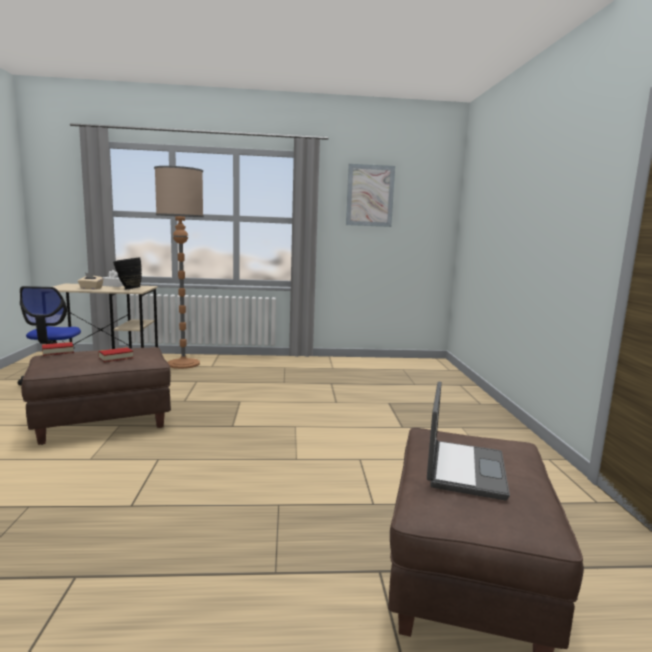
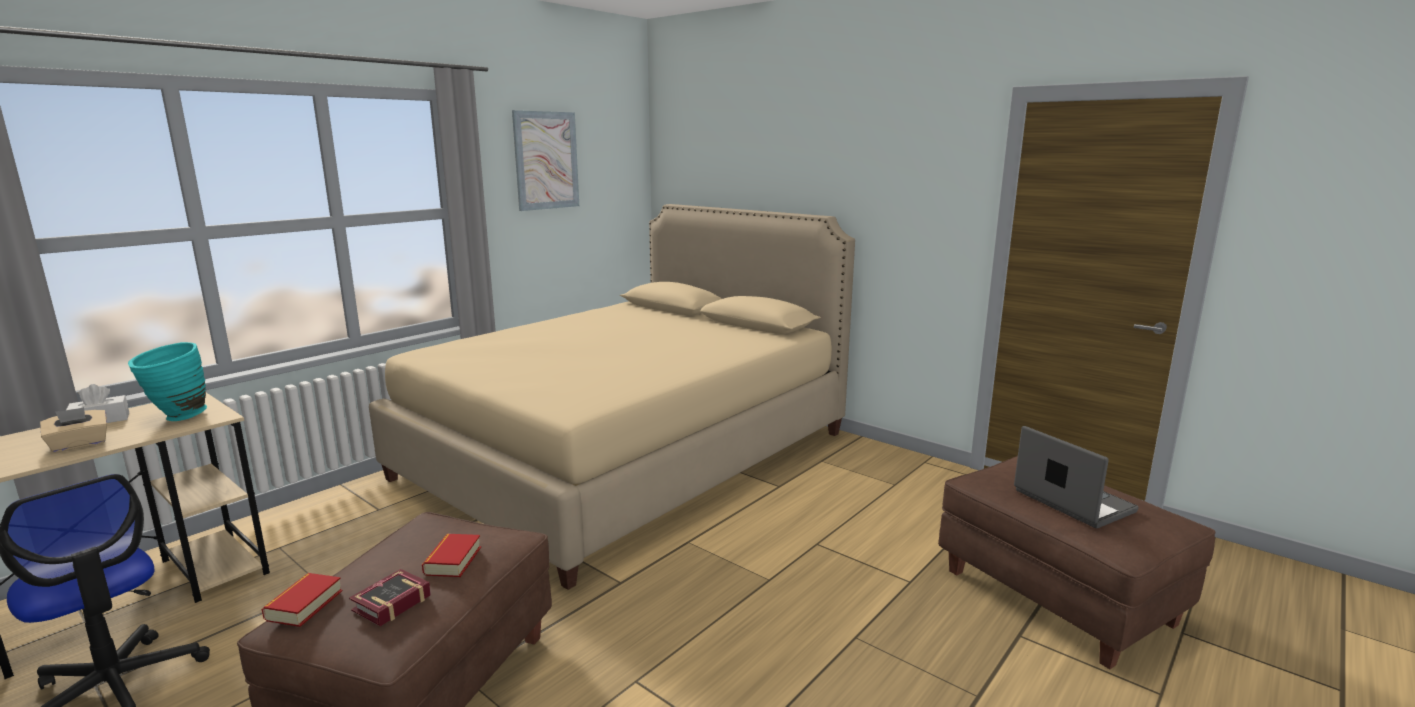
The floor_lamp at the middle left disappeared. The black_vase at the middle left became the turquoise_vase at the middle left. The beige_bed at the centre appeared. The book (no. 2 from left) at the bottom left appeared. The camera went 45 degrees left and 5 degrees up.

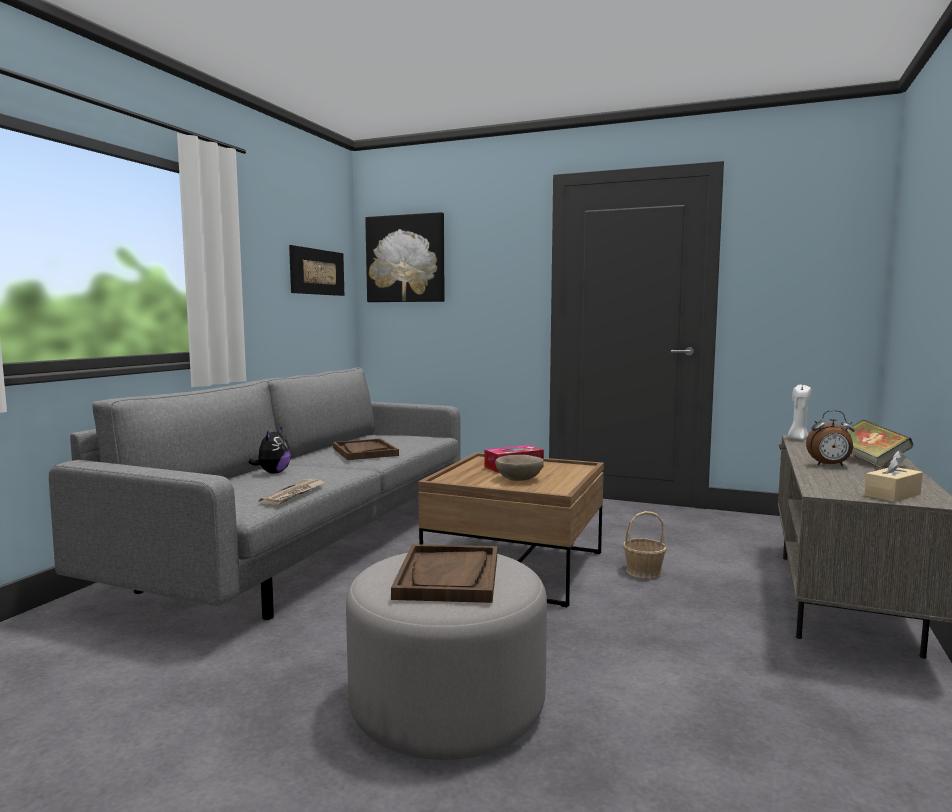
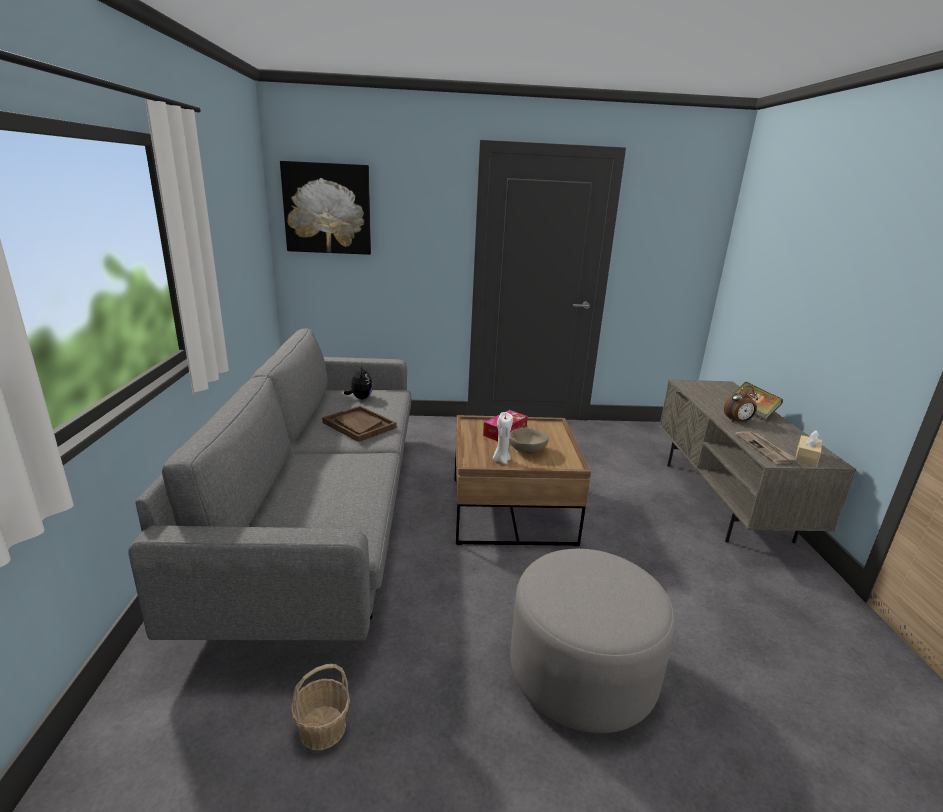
The picture (no. 1 from left) at the top left disappeared. The white_candle moved from the middle right to the centre. The plush_toy moved from the middle left to the centre. The newspaper moved from the middle left to the middle right. The basket moved from the bottom right to the bottom centre. The brown_tray (no. 2 from left) at the bottom centre disappeared. The camera went 25 degrees left and 15 degrees up.

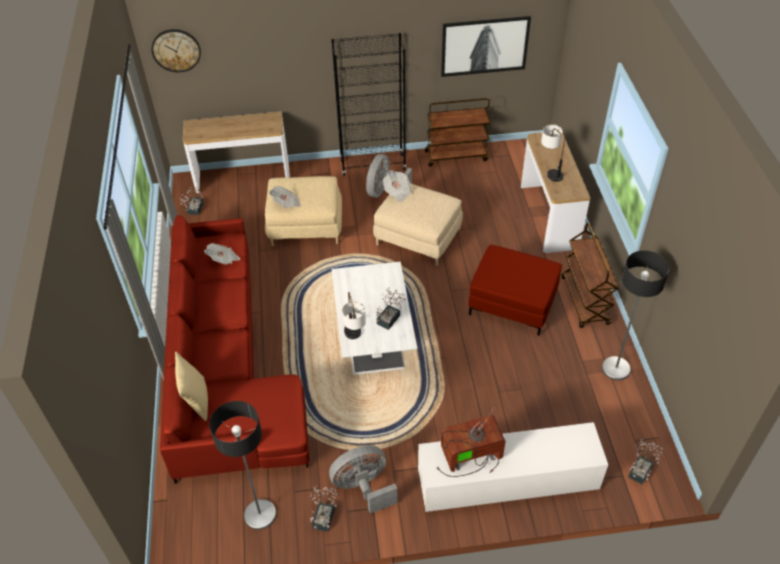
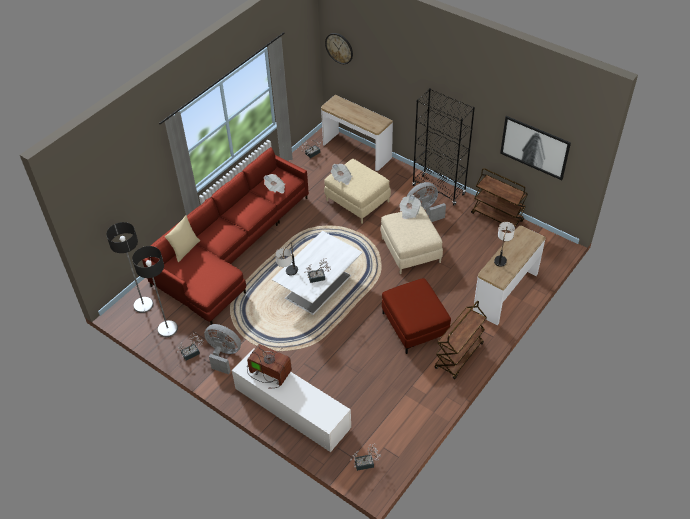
The floor_lamp (no. 2 from left in the first image) moved from the middle right to the middle left. The camera went 45 degrees right and 0 degrees up.

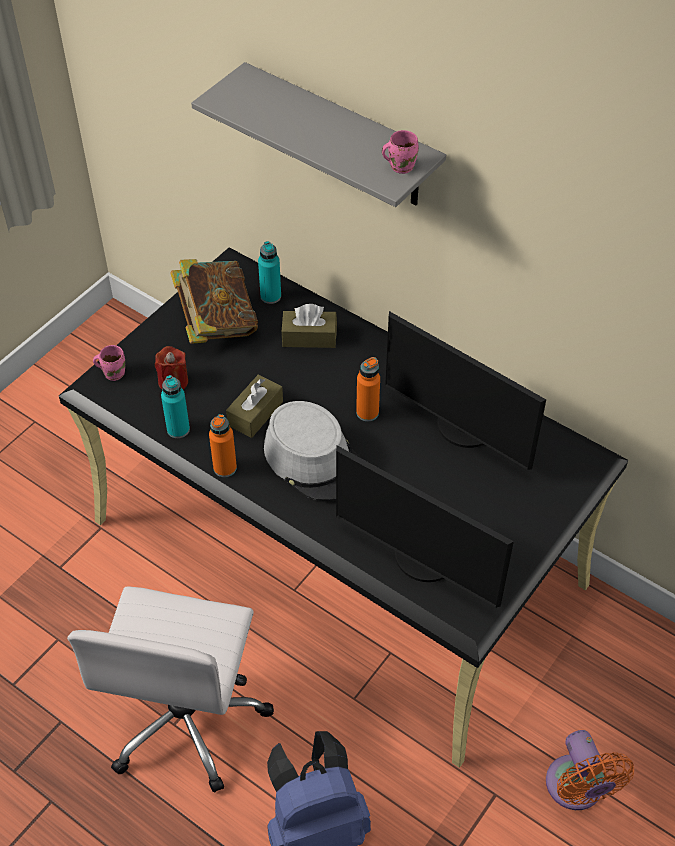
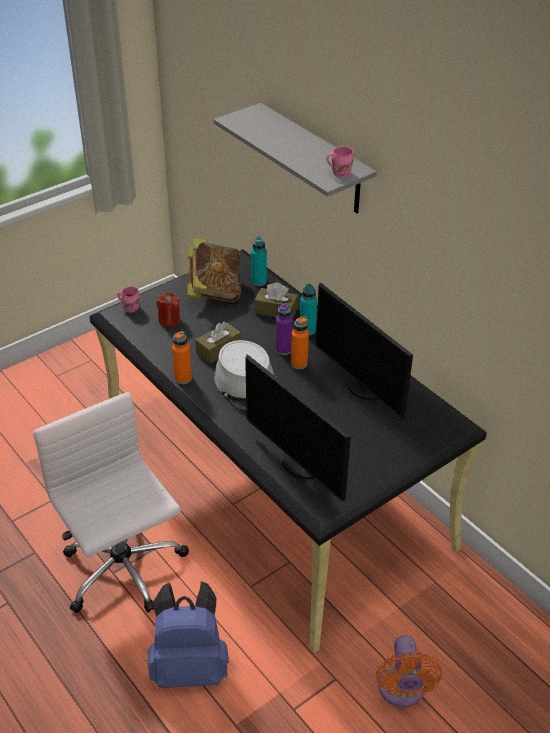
The turquoise_bottle (no. 1 from left in the first image) moved from the middle left to the centre. The white_office_chair at the bottom left turned 120 degrees clockwise. The purple_bottle at the centre appeared. The camera went 15 degrees right and 10 degrees down.

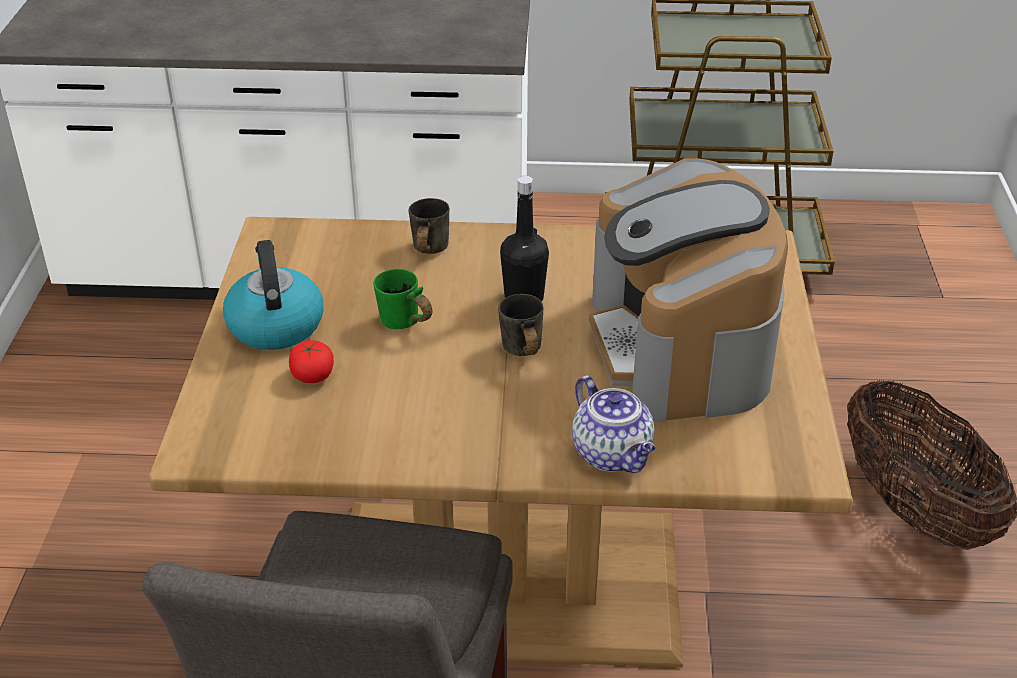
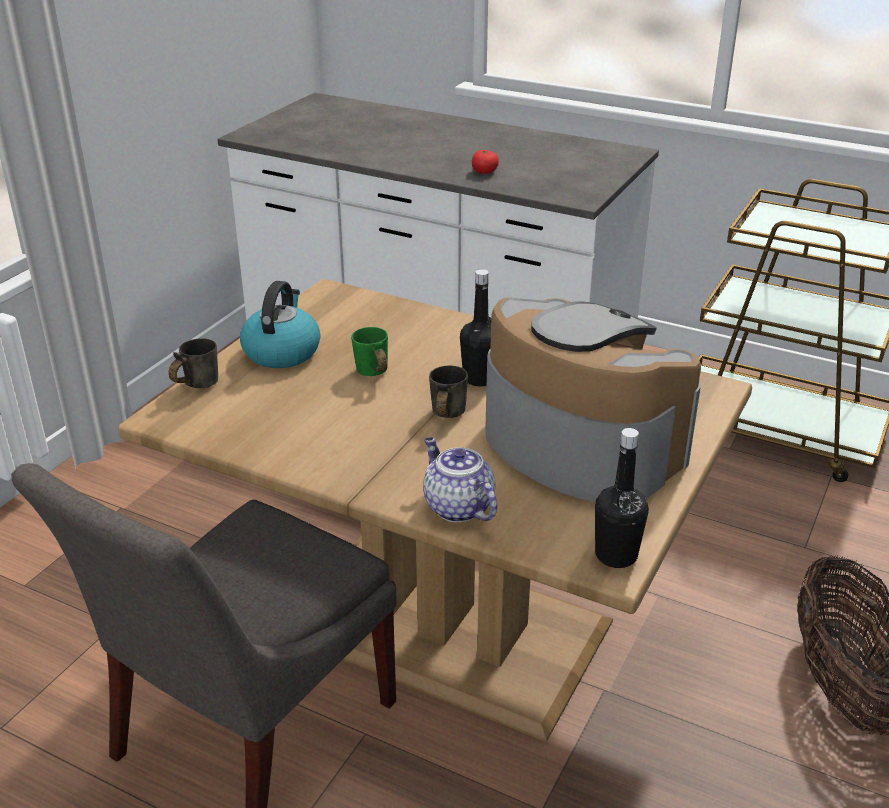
The coffee_machine at the middle right turned 120 degrees clockwise. The grey_mug (no. 1 from left) moved from the centre to the middle left. The tomato moved from the middle left to the top centre. The teapot at the centre turned 150 degrees clockwise. The black_bottle (no. 2 from left) at the middle right appeared. The camera went 25 degrees right and 5 degrees down.

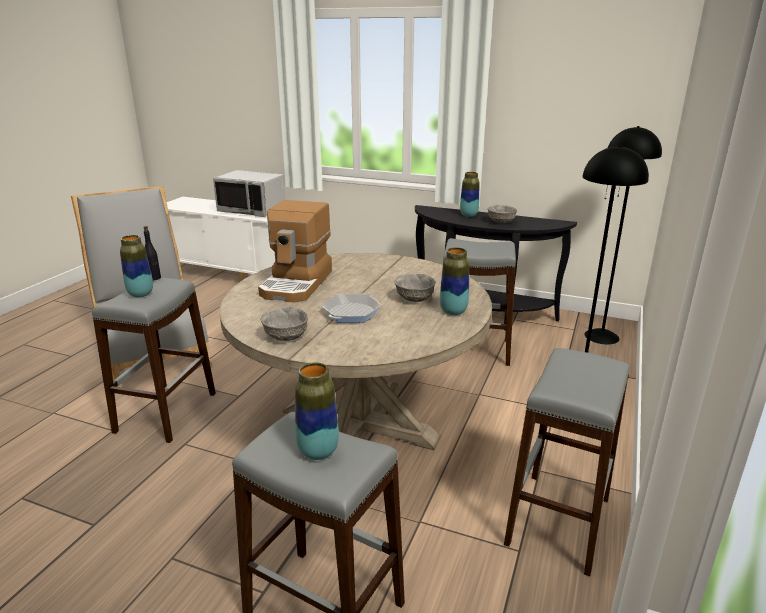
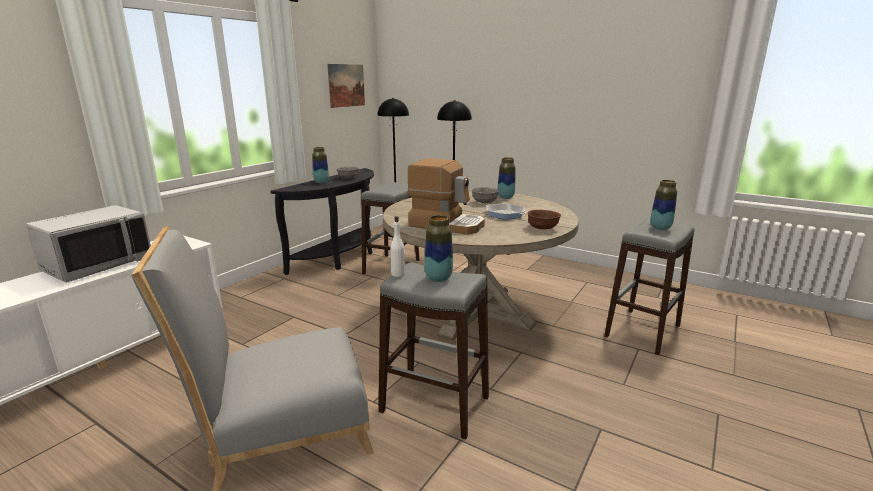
The black_bottle at the middle left became the white_bottle at the centre. The grey_bowl (no. 1 from left) at the centre became the brown_bowl at the centre. The grey_stool (no. 4 from left) at the bottom right disappeared. The picture at the top centre appeared. The camera went 80 degrees left and 5 degrees down.

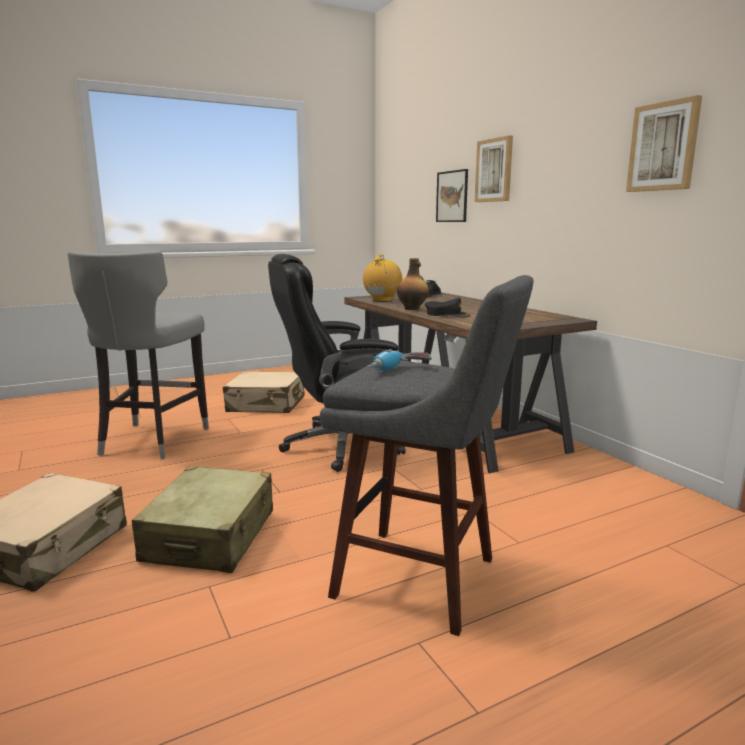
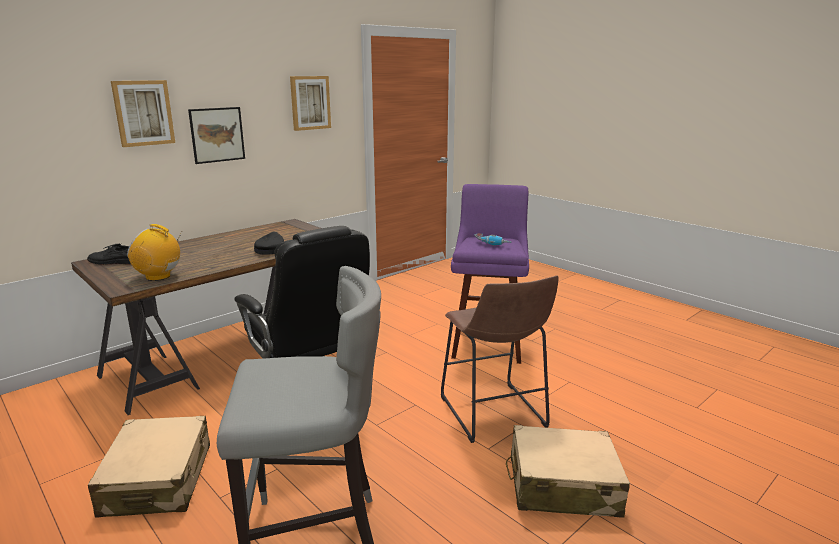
The picture (no. 1 from left in the first image) moved from the top centre to the top left. The bottle at the centre disappeared. The grey_stool (no. 2 from left) at the centre became the purple_stool at the centre. The beige_suitcase (no. 2 from left) at the bottom left was replaced by the brown_stool at the centre. The camera went 105 degrees left and 5 degrees up.

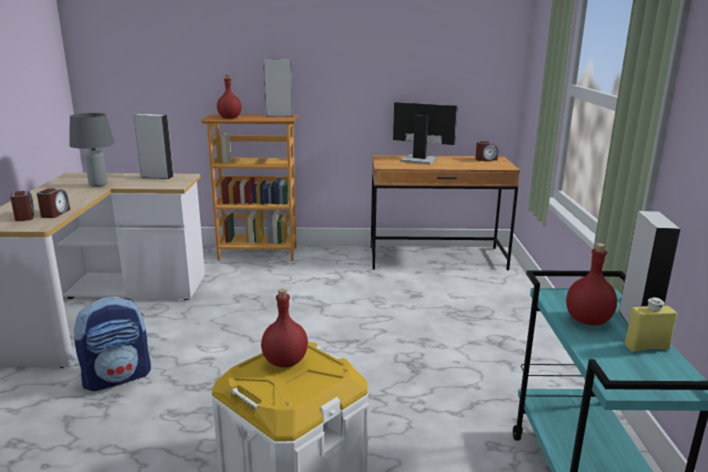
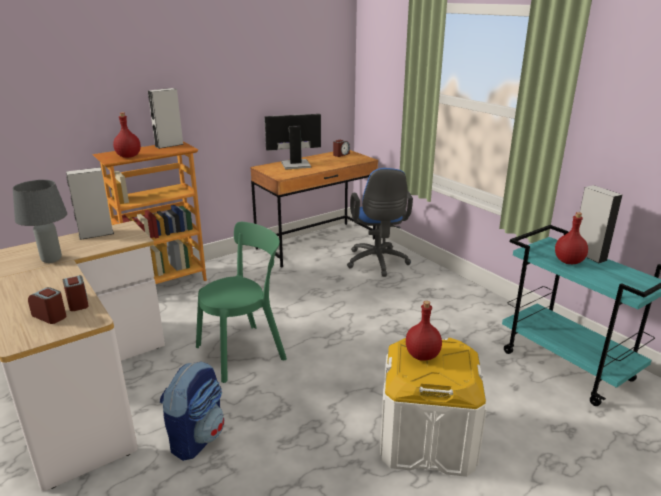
The yellow_bottle at the bottom right disappeared. The blue_office_chair at the centre appeared. The green_chair at the centre appeared. The camera went 35 degrees left and 5 degrees up.

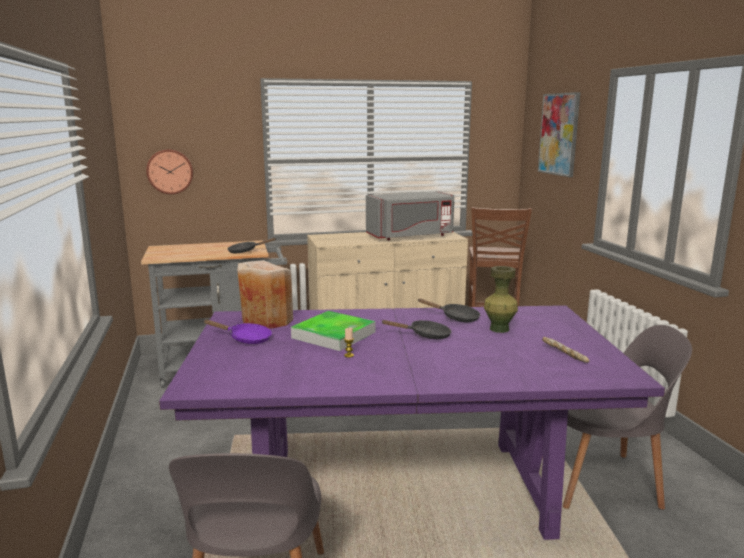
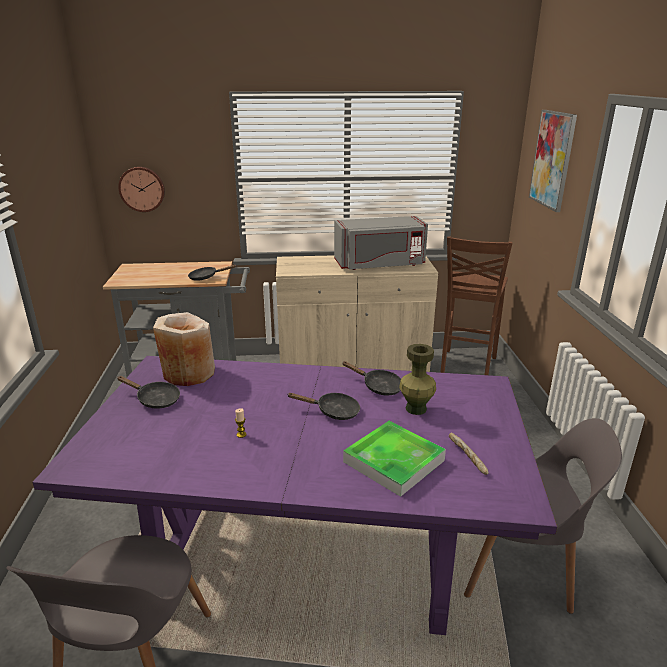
The tray moved from the centre to the bottom centre. The purple_frying_pan at the middle left became the black_frying_pan (no. 1 from left) at the middle left. The camera went 10 degrees right and 10 degrees up.

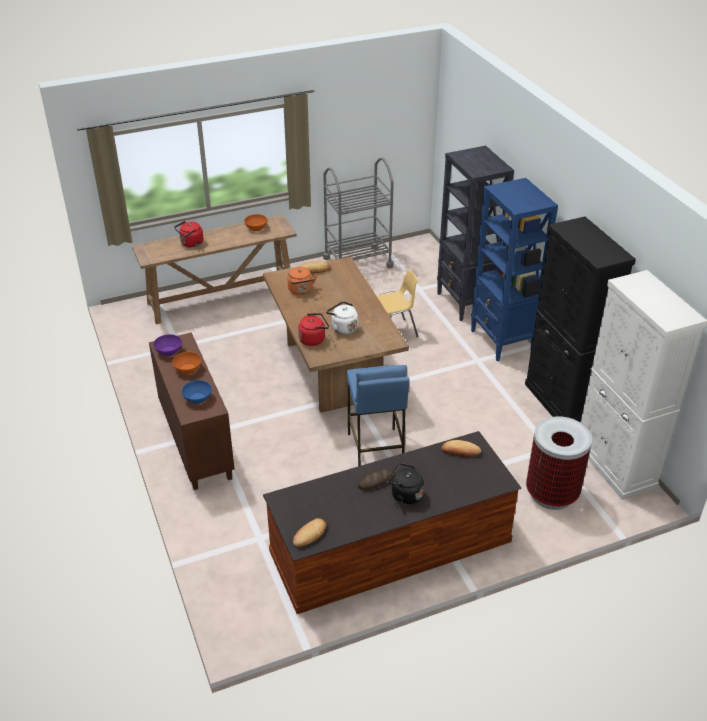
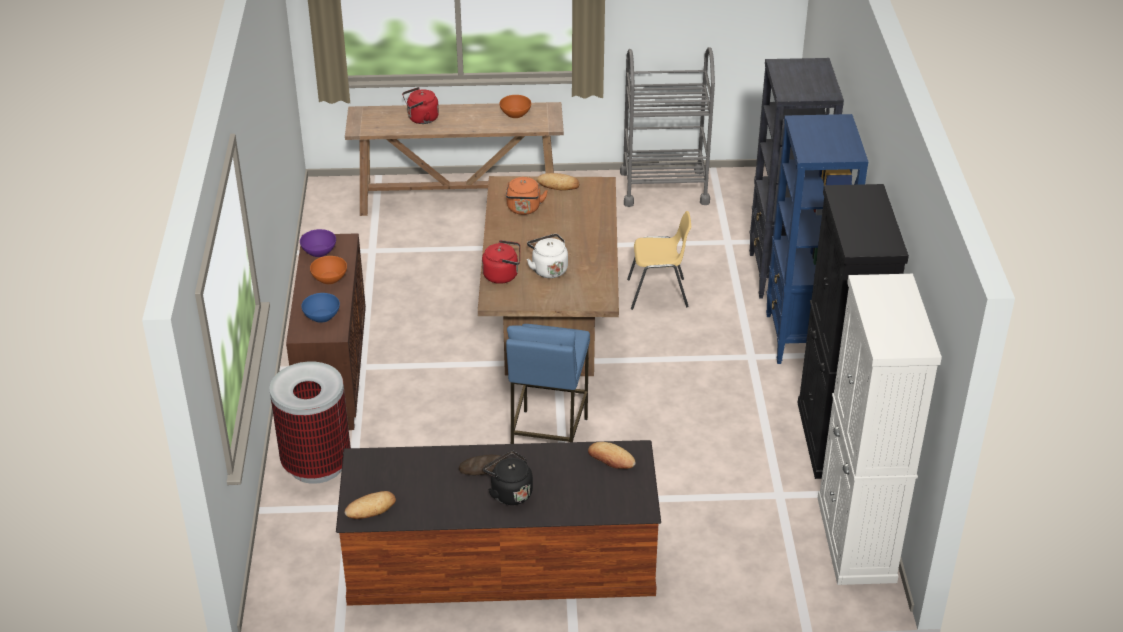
The trash_can moved from the middle right to the bottom left. The camera went 20 degrees right and 0 degrees up.

